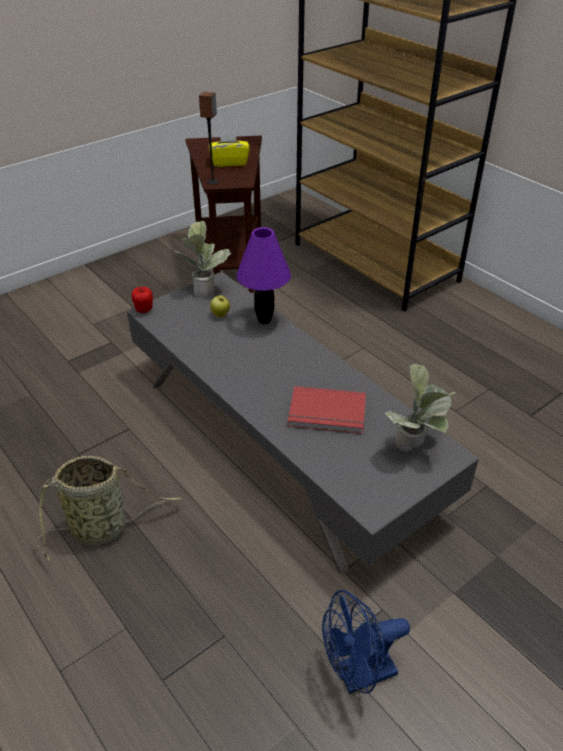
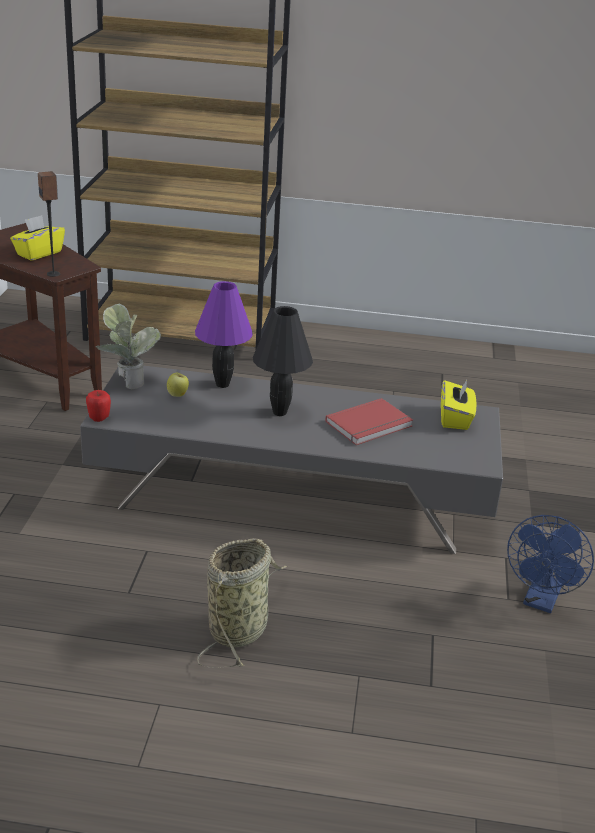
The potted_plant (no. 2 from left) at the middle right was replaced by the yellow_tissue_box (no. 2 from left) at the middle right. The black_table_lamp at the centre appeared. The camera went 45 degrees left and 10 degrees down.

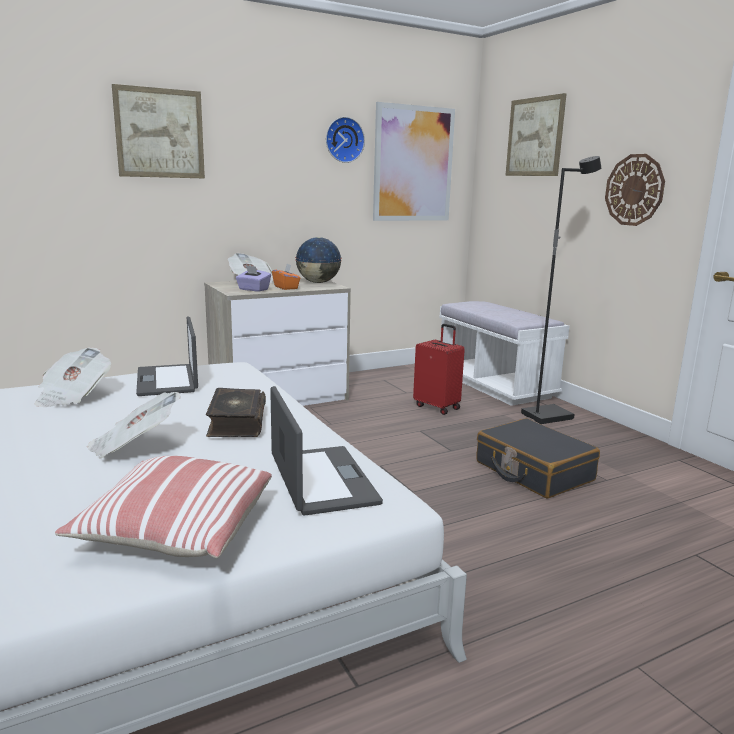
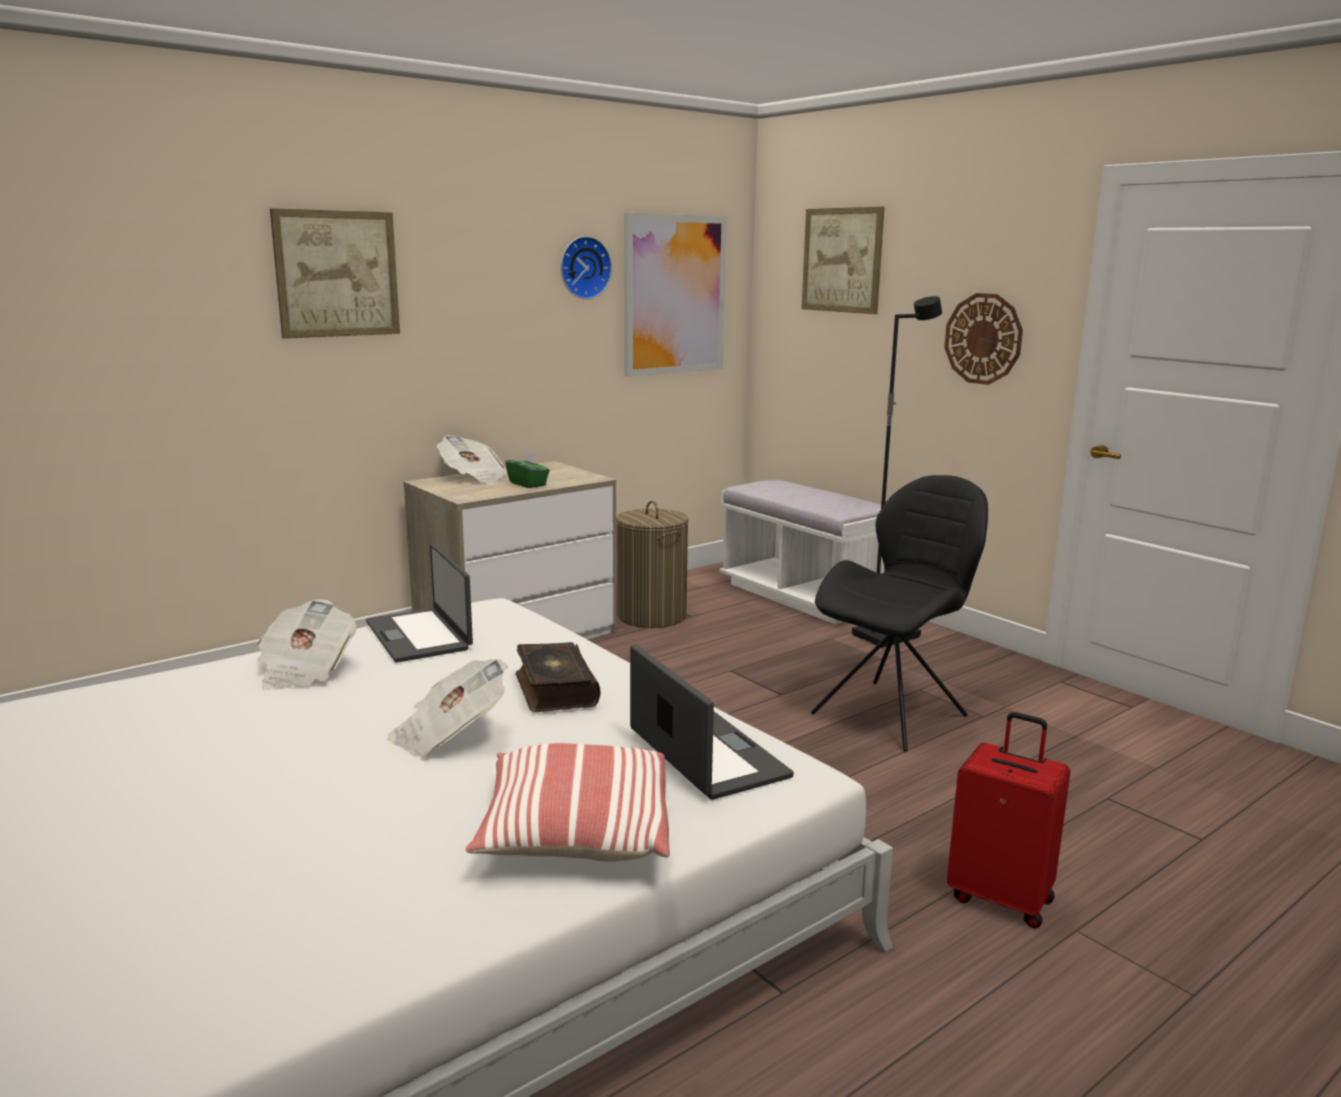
The globe at the centre disappeared. The orange_tissue_box at the centre became the green_tissue_box at the centre. The purple_tissue_box at the centre disappeared. The red_suitcase moved from the centre to the bottom right. The black_suitcase at the middle right was replaced by the black_chair at the middle right. The laundry_basket at the centre appeared. The camera went 10 degrees left and 0 degrees up.

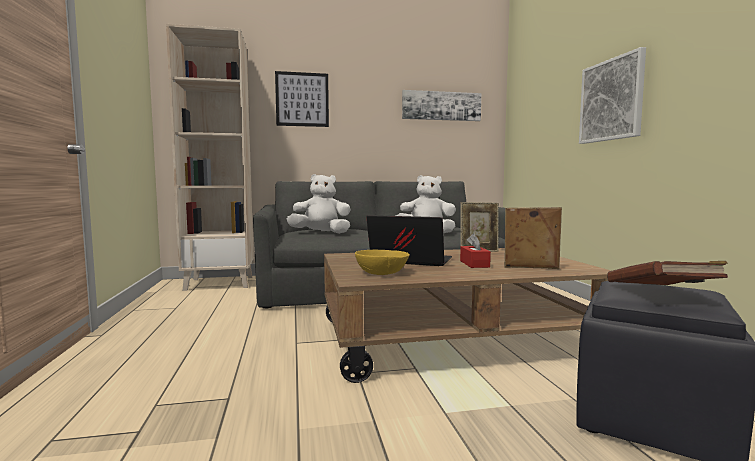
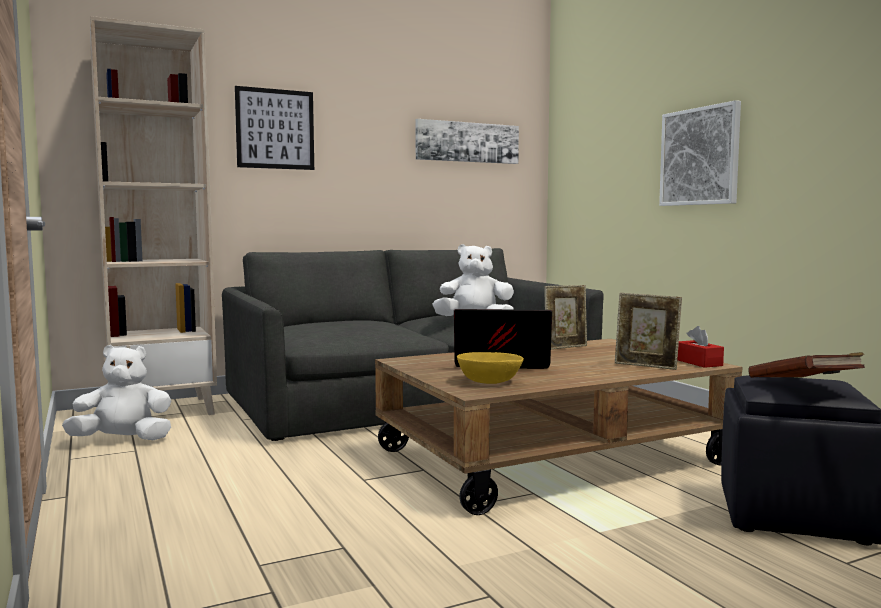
The white_plush_toy (no. 1 from left) moved from the centre to the middle left. The picture_frame (no. 2 from left) at the middle right turned 150 degrees counterclockwise. The red_tissue_box moved from the centre to the middle right. The camera went 15 degrees left and 0 degrees up.

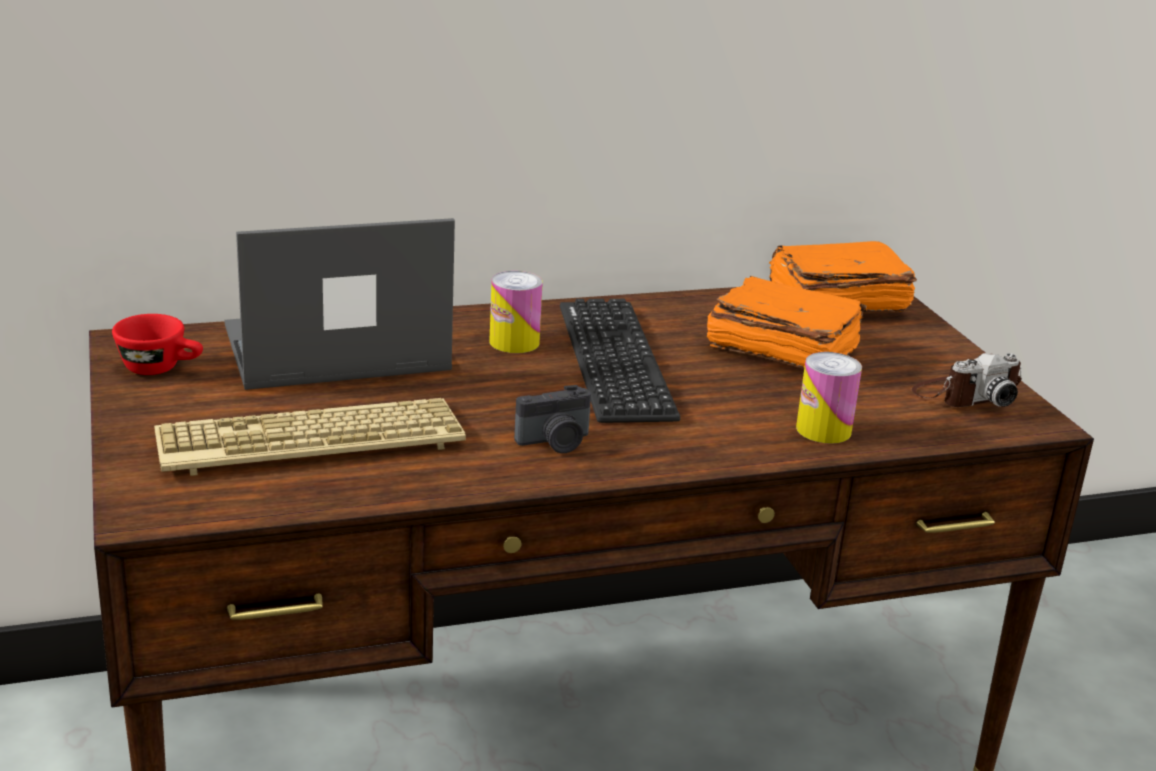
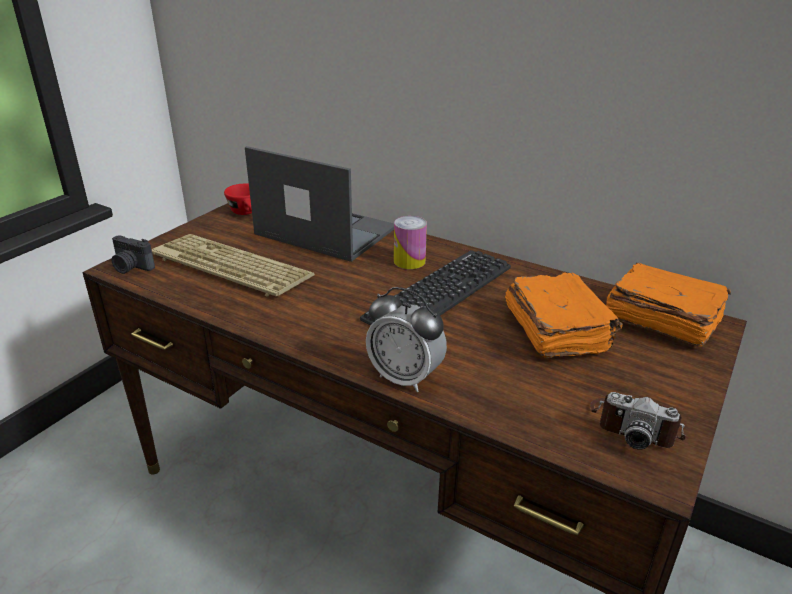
The can (no. 2 from left) at the middle right disappeared. The photo_camera (no. 1 from left) moved from the centre to the middle left. The alarm_clock at the centre appeared. The camera went 50 degrees right and 5 degrees up.

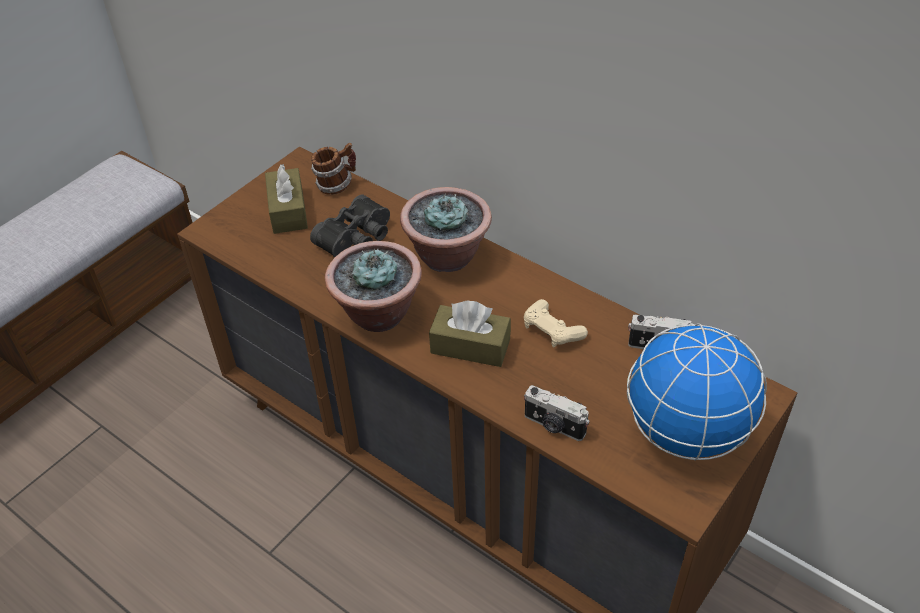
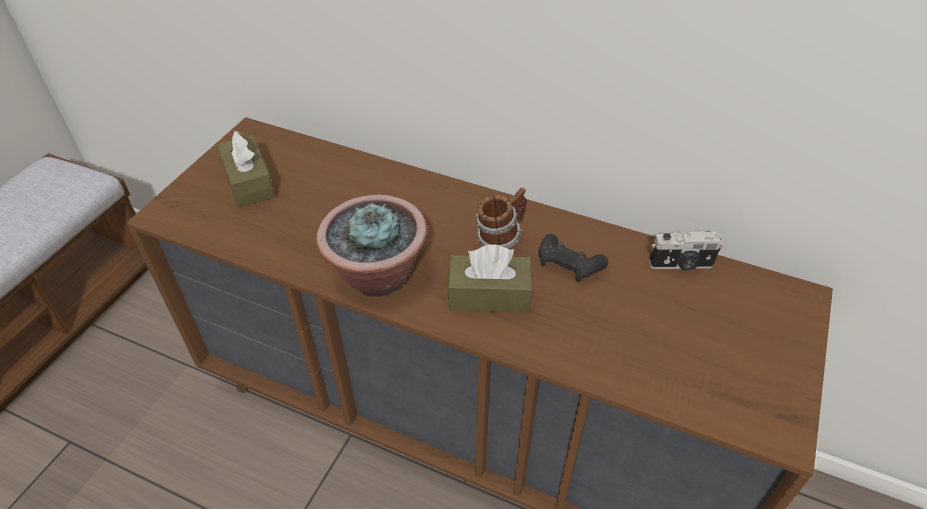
The mug moved from the top centre to the centre. The potted_plant (no. 2 from left) at the centre disappeared. The black_binoculars at the centre disappeared. The beige_game_controller at the centre became the black_game_controller at the centre. The globe at the middle right disappeared. The photo_camera (no. 1 from left) at the bottom centre disappeared. The camera went 15 degrees left and 0 degrees up.

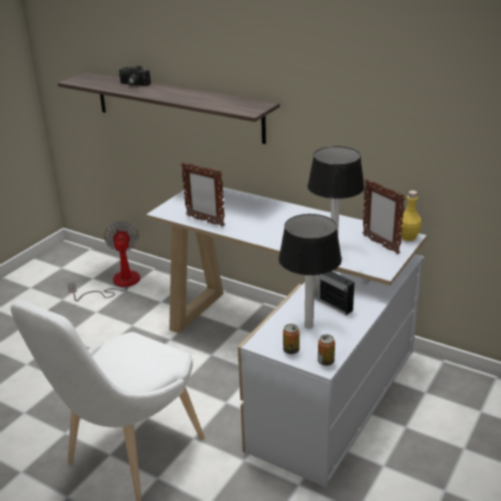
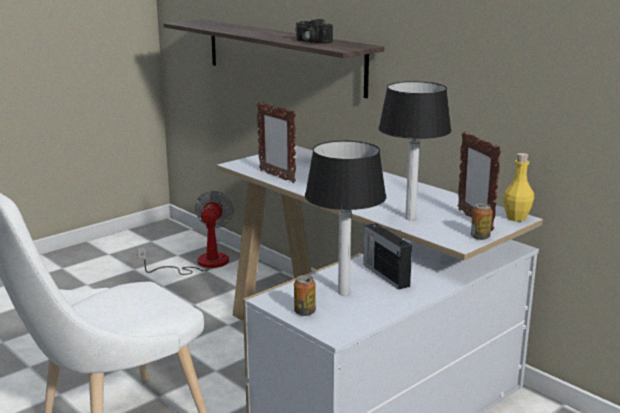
The photo_camera moved from the top left to the top centre. The can (no. 2 from left) moved from the bottom centre to the middle right. The camera went 15 degrees right and 10 degrees down.

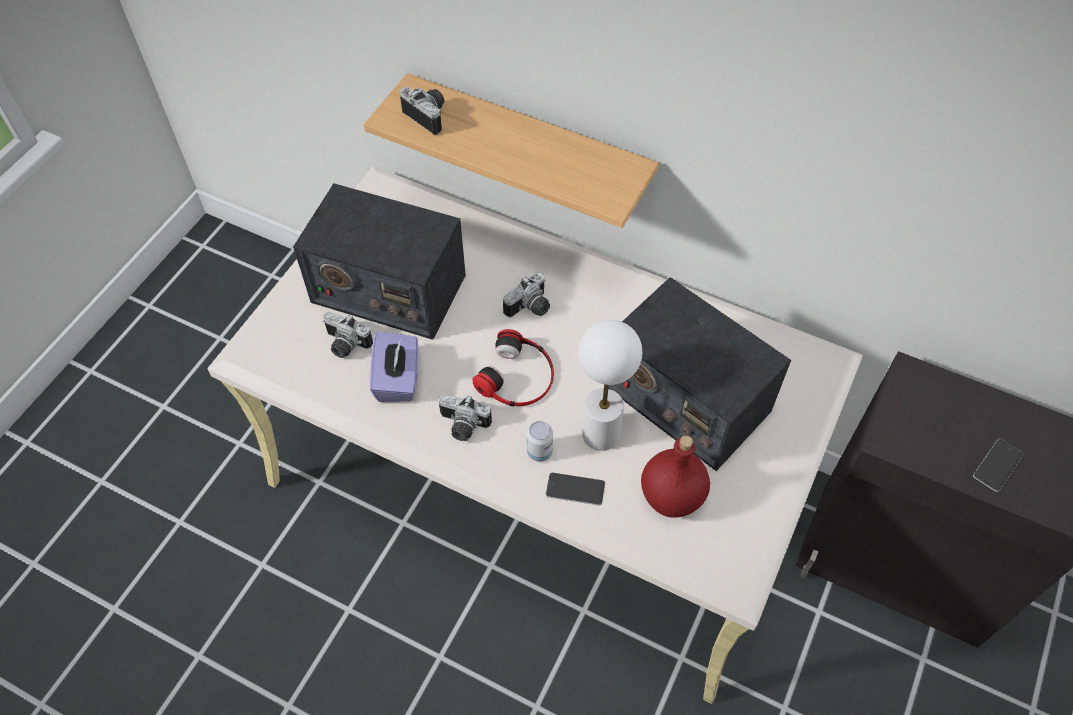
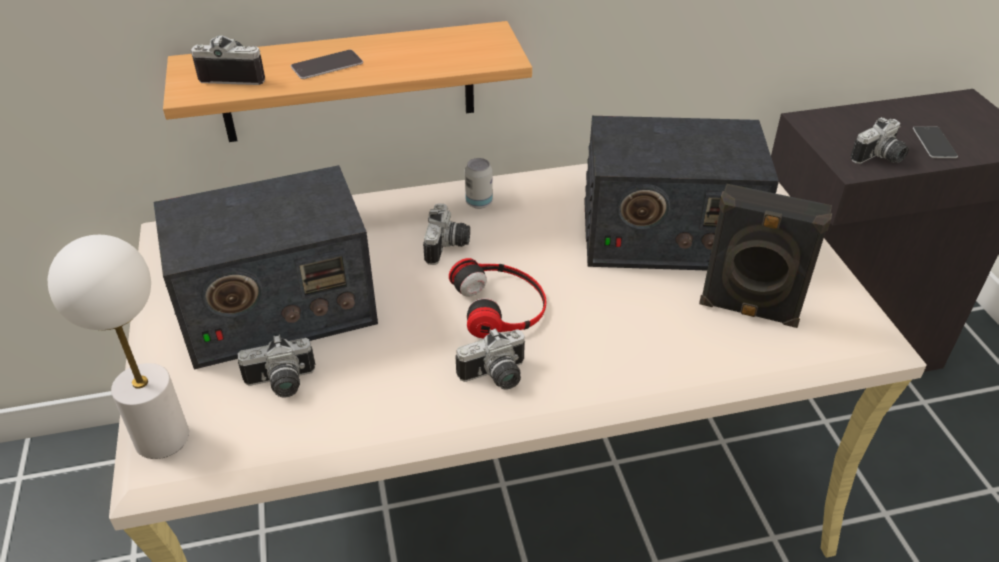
The white_table_lamp moved from the centre to the middle left. The purple_tissue_box at the centre disappeared. The can moved from the centre to the top centre. The red_bottle at the centre was replaced by the black_speaker at the middle right. The phone (no. 1 from left) moved from the bottom centre to the top left. The photo_camera (no. 5 from left) at the top right appeared. The camera went 40 degrees left and 15 degrees down.

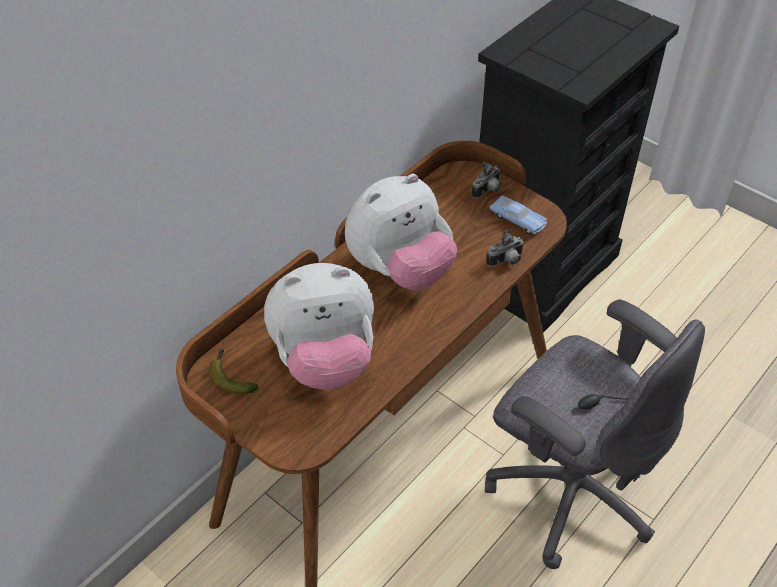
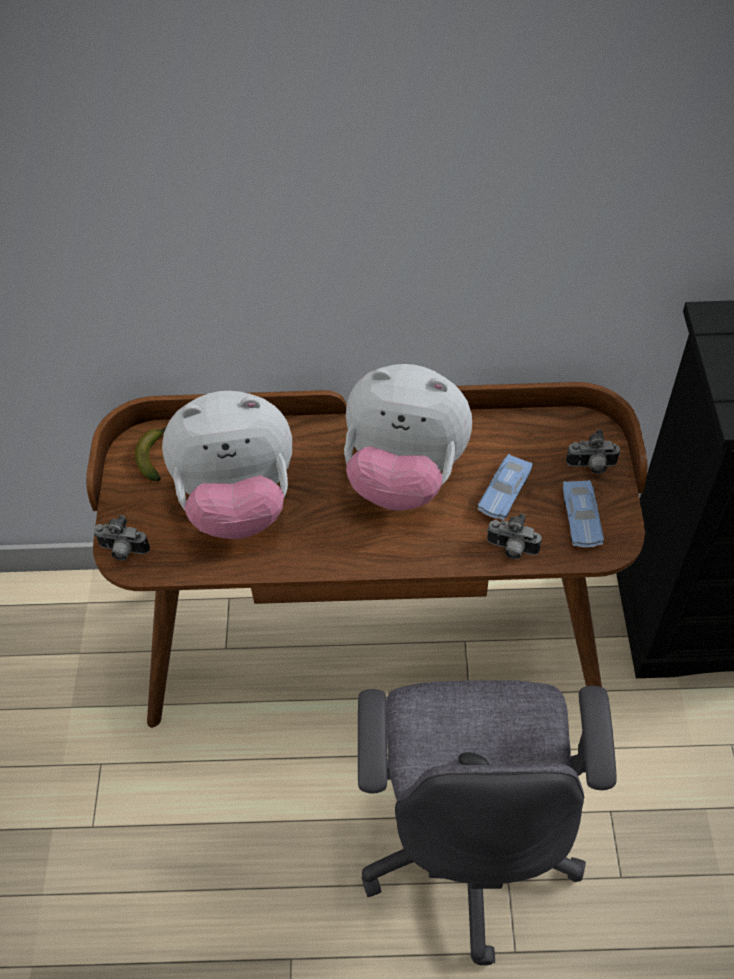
The plush_toy (no. 1 from left) at the centre turned 45 degrees counterclockwise. The blue_toy_car (no. 1 from left) at the middle right appeared. The photo_camera (no. 1 from left) at the middle left appeared. The camera went 50 degrees right and 5 degrees up.

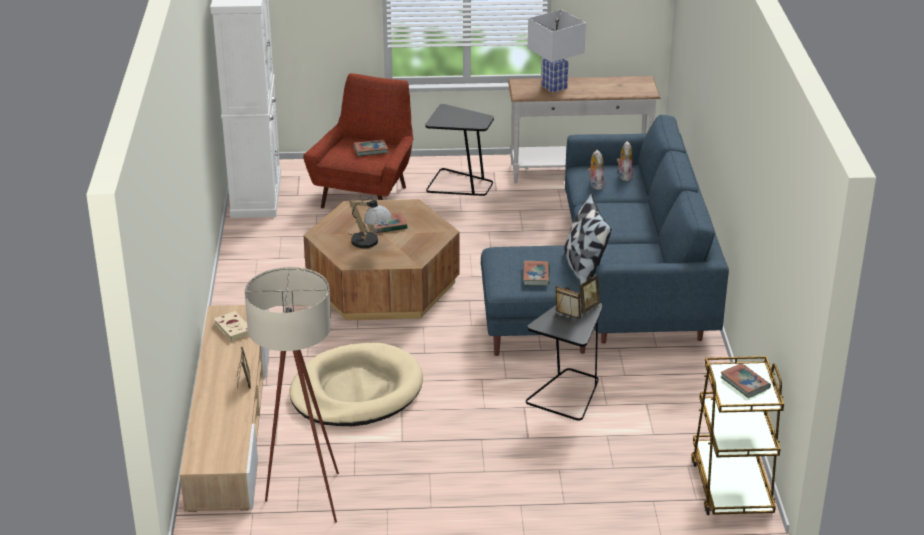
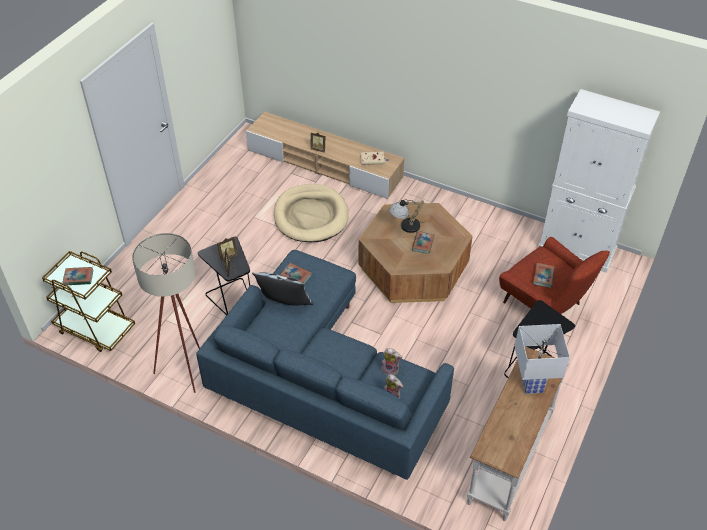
The beige_floor_lamp moved from the bottom left to the middle left. The camera went 120 degrees right and 15 degrees up.

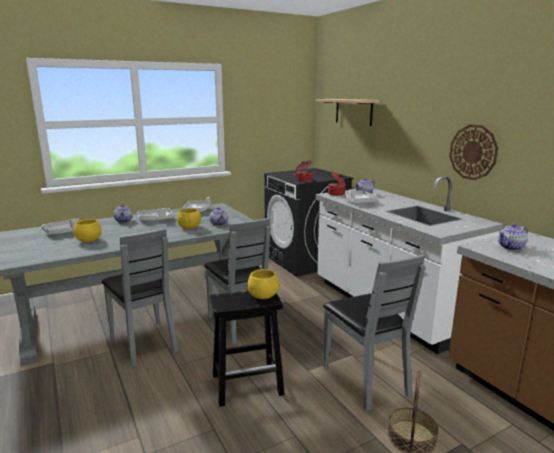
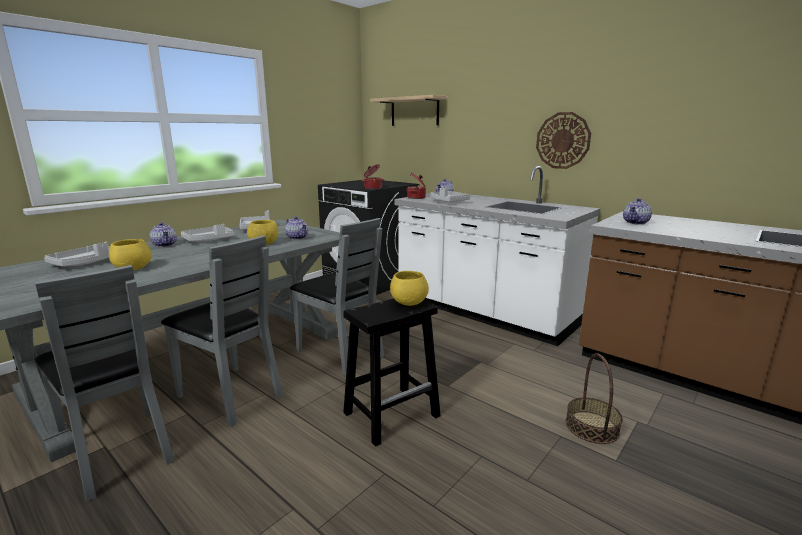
The grey_chair (no. 3 from left in the first image) moved from the bottom right to the bottom left. The camera went 20 degrees left and 0 degrees up.

